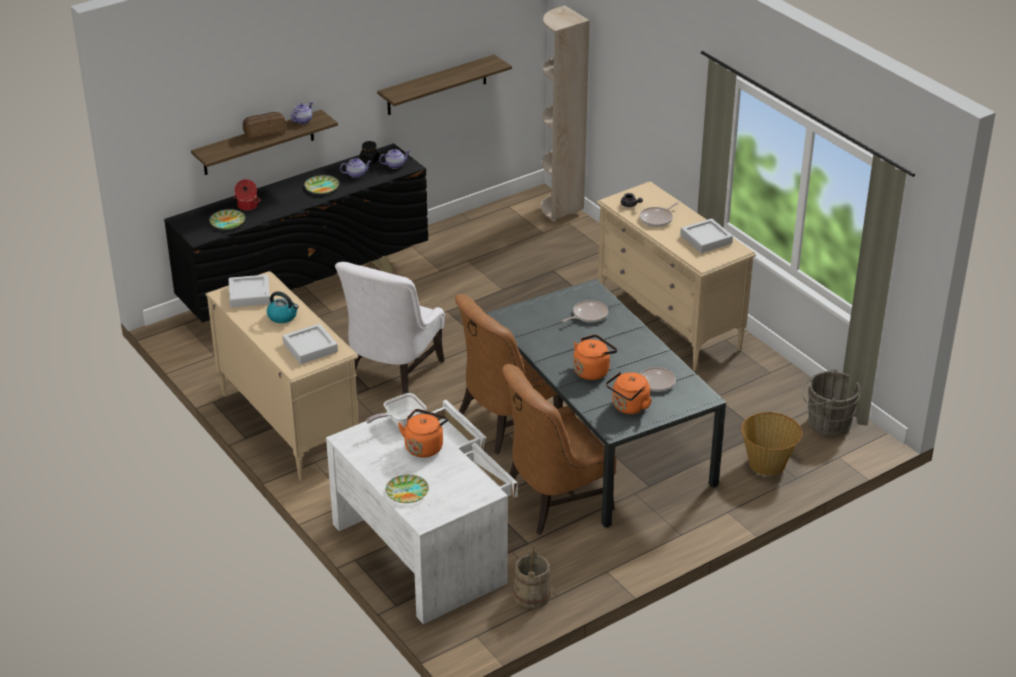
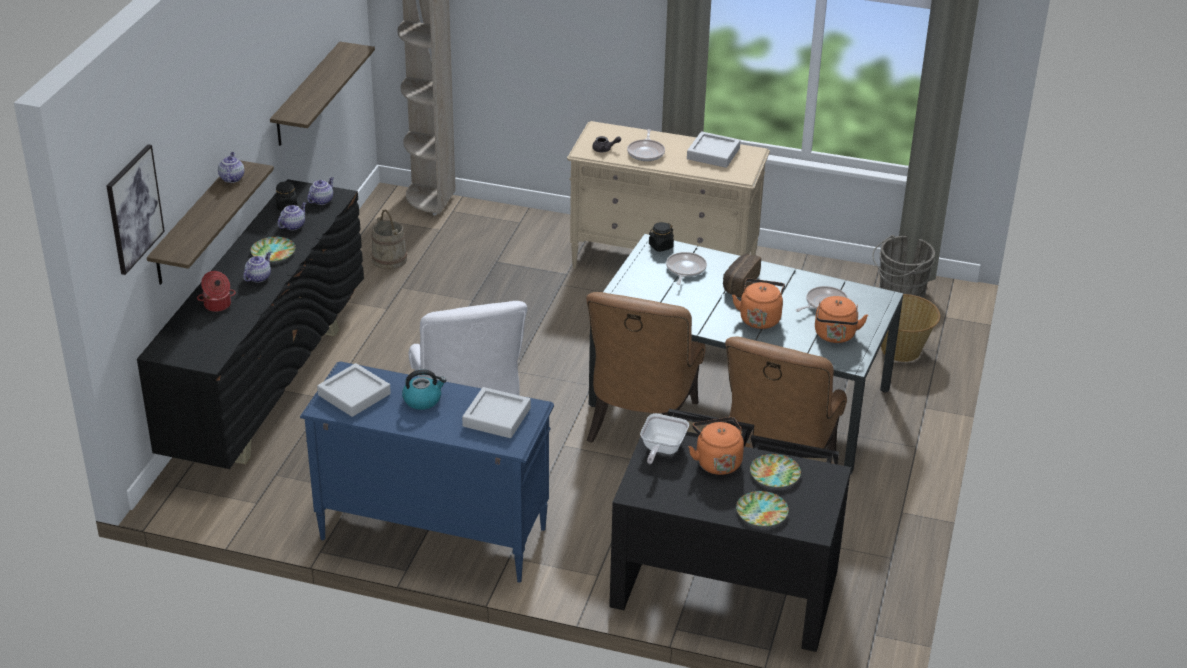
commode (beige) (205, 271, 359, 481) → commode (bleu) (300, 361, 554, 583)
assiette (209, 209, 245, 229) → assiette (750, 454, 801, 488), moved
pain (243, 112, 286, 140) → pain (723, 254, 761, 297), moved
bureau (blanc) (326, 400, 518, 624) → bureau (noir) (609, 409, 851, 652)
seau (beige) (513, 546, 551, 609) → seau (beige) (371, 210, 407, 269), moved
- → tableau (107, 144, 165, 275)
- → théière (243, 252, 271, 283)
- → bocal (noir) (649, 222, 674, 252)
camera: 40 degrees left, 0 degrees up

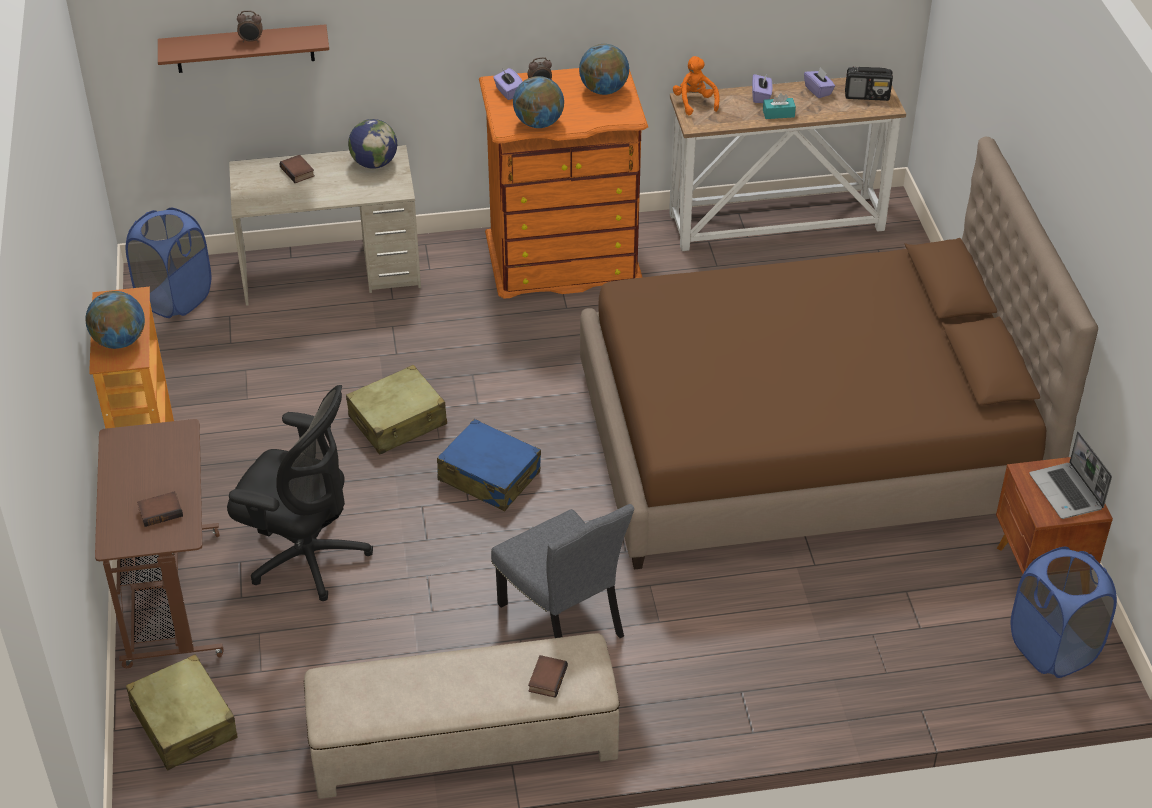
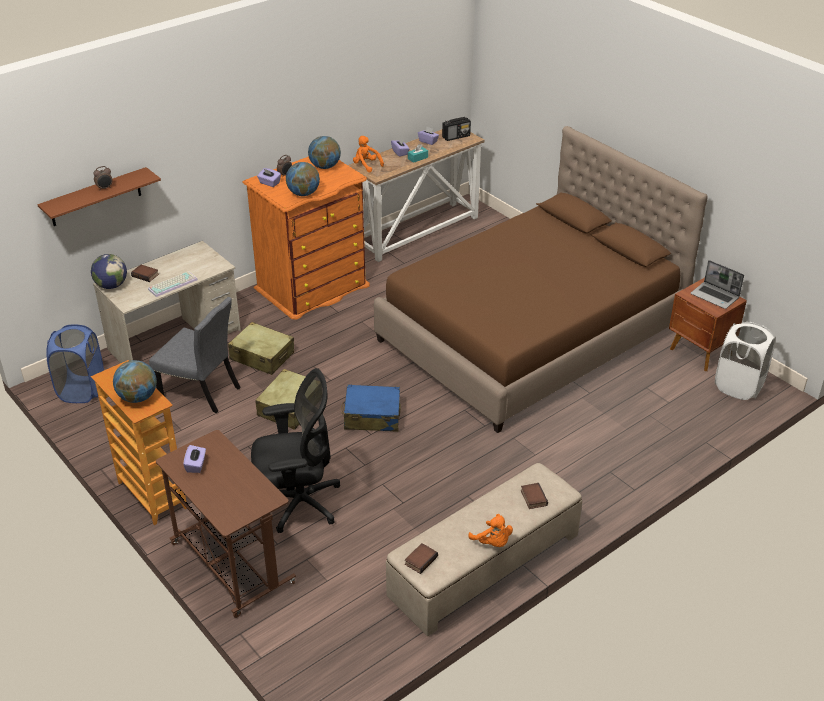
valise (beige) (126, 654, 238, 771) → valise (beige) (228, 322, 294, 375), moved
livre (137, 491, 183, 527) → livre (405, 543, 438, 574), moved
globe (348, 119, 397, 169) → globe (91, 254, 127, 289), moved
chaise (gris) (491, 504, 634, 638) → chaise (gris) (149, 297, 241, 413), moved
panier à linge (bleu) (1011, 547, 1117, 678) → panier à linge (blanc) (715, 322, 776, 400)
- → clavier (148, 271, 198, 297)
- → boîte à mouchoirs (violet) (183, 445, 206, 473)
- → peluche (orange) (468, 514, 513, 547)
camera: 30 degrees left, 5 degrees down

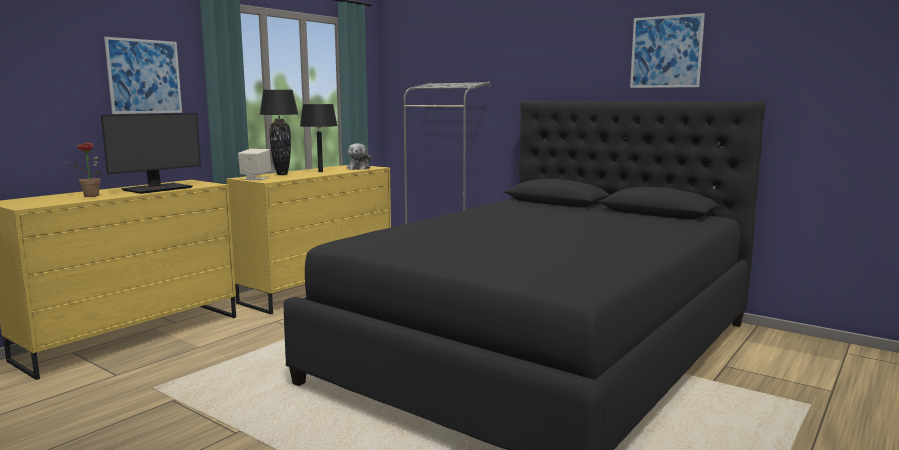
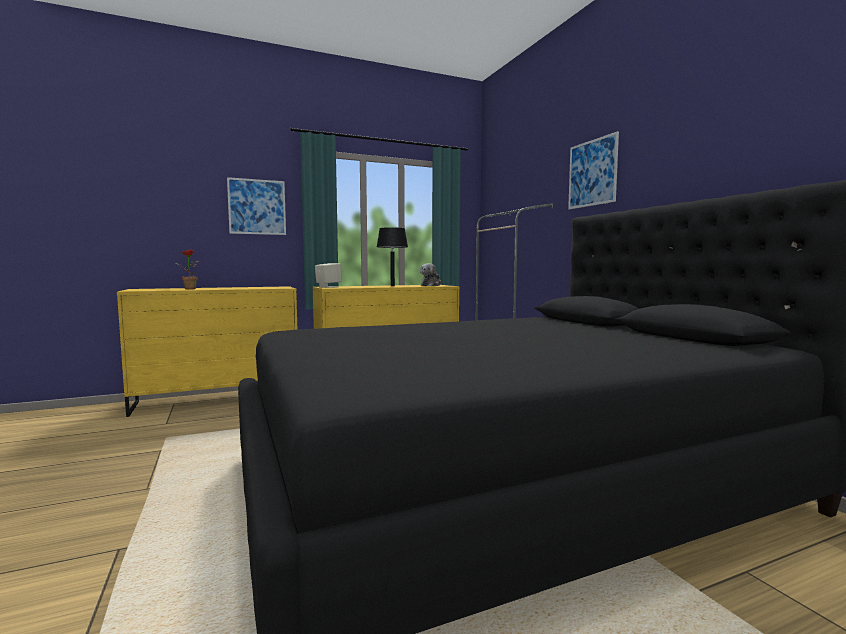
écran d'ordinateur (101, 113, 201, 194) → -
lampe de table (noir) (259, 90, 299, 175) → -
tableau (630, 13, 705, 88) → tableau (568, 131, 619, 209), moved
camera: 30 degrees right, 5 degrees down

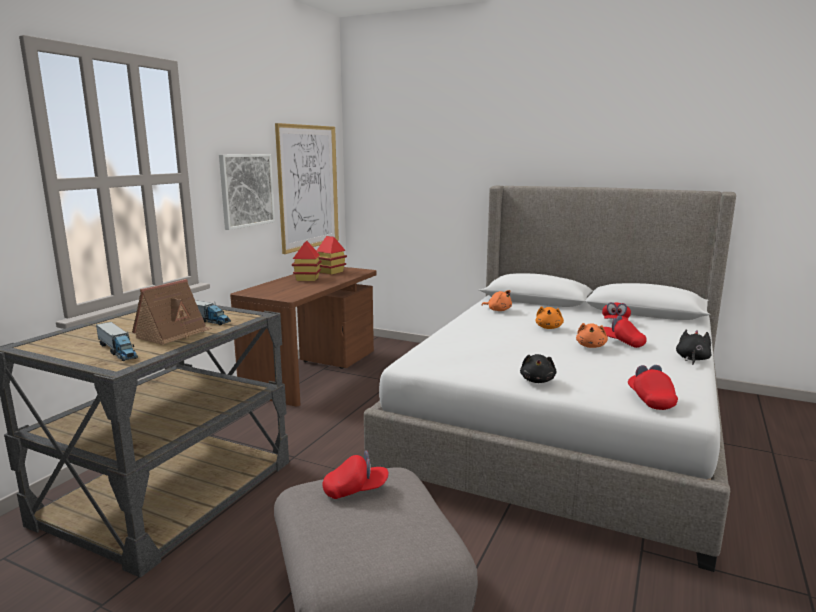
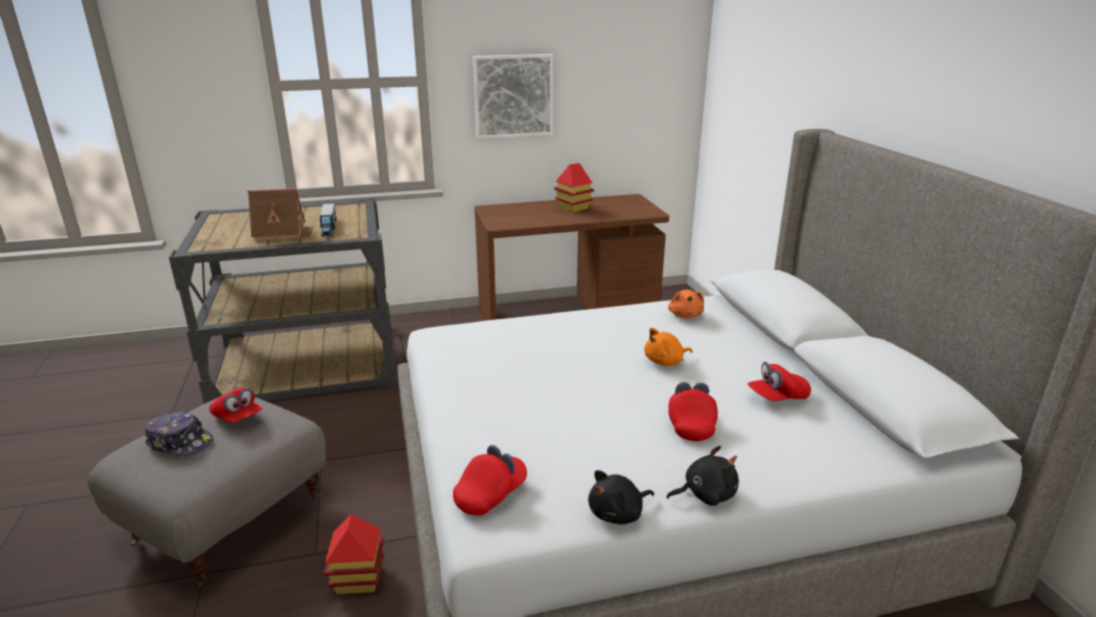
camion jouet (96, 322, 138, 361) → -
tableau (275, 123, 339, 254) → -
maison miniature (316, 236, 347, 275) → maison miniature (324, 514, 384, 594), moved
peluche (noir) (520, 354, 556, 383) → peluche (noir) (588, 470, 654, 524), moved
peluche (orange) (576, 323, 608, 348) → -
- → casquette (145, 412, 213, 456)
camera: 50 degrees right, 10 degrees up

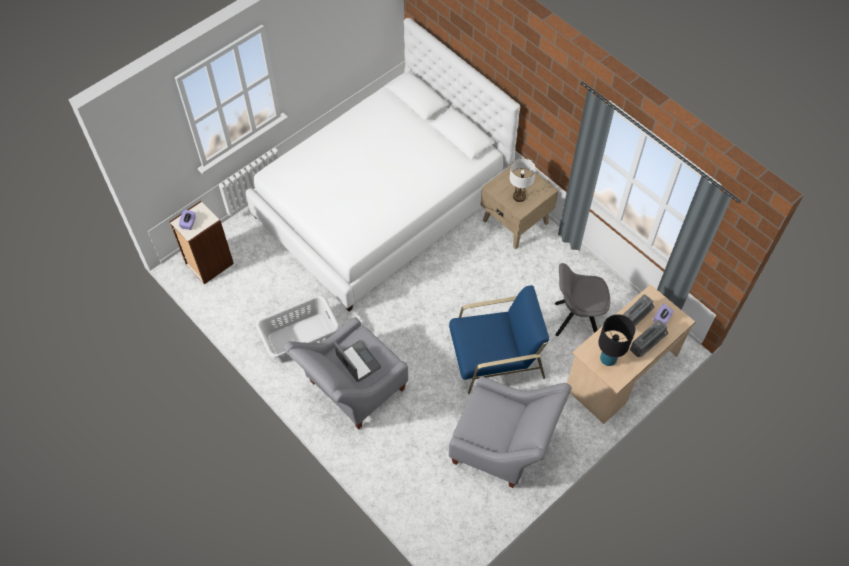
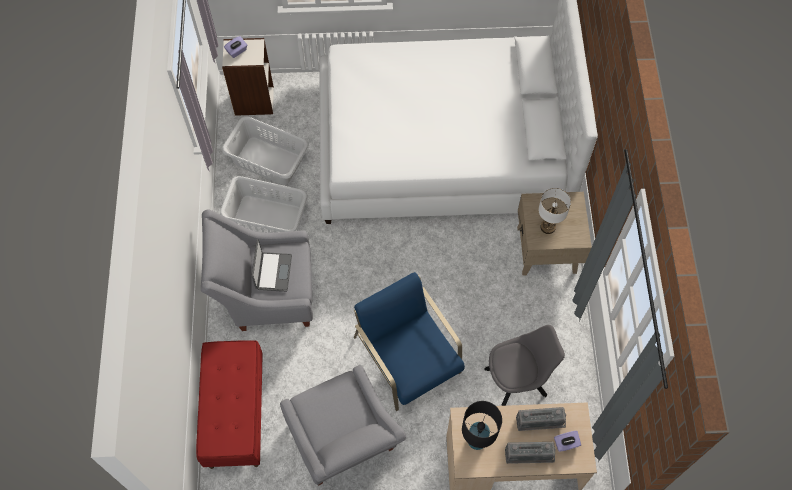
fauteuil (bleu) (449, 285, 549, 395) → fauteuil (bleu) (354, 272, 465, 411), 150 degrees counterclockwise
chaise (gris) (554, 263, 610, 337) → chaise (gris) (484, 325, 565, 406), 120 degrees clockwise
- → banc (rouge) (196, 340, 263, 469)
- → panier à linge (gris) (222, 117, 309, 185)
camera: 40 degrees right, 5 degrees up

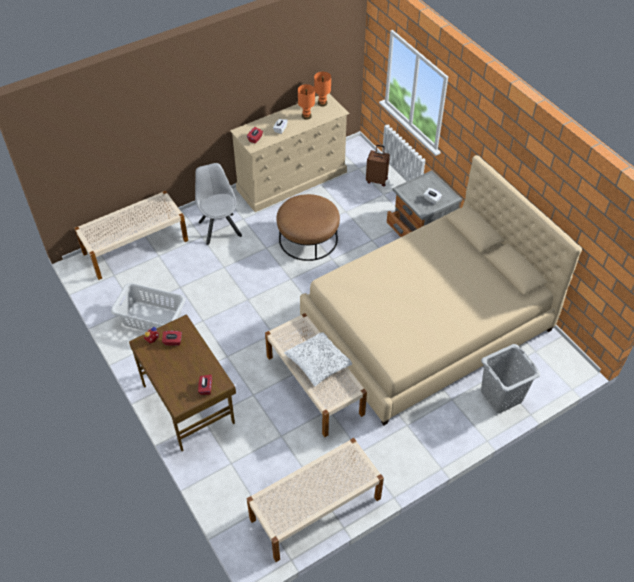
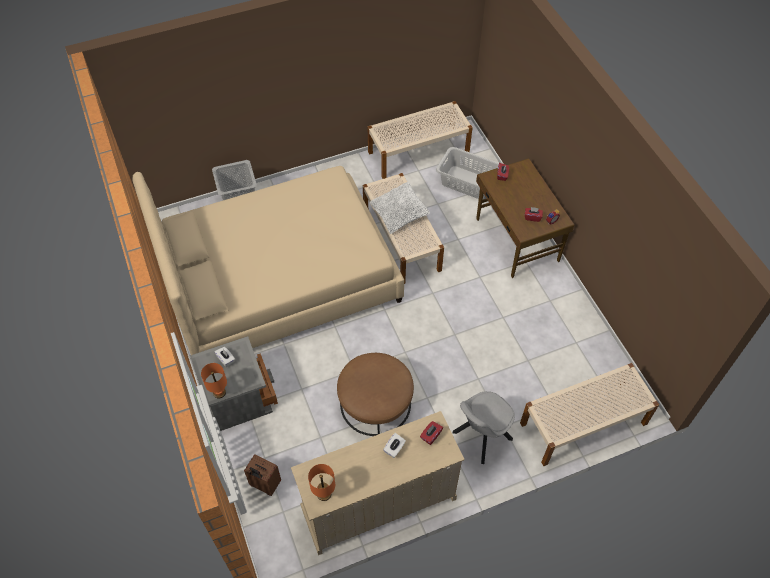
panier à linge (gris) (111, 283, 185, 332) → panier à linge (gris) (436, 147, 499, 199), moved
chaise (gris) (195, 163, 242, 245) → chaise (gris) (453, 391, 515, 464), 60 degrees clockwise
lampe de table (orange) (298, 84, 315, 120) → lampe de table (orange) (201, 363, 227, 398), moved
camera: 170 degrees left, 5 degrees up

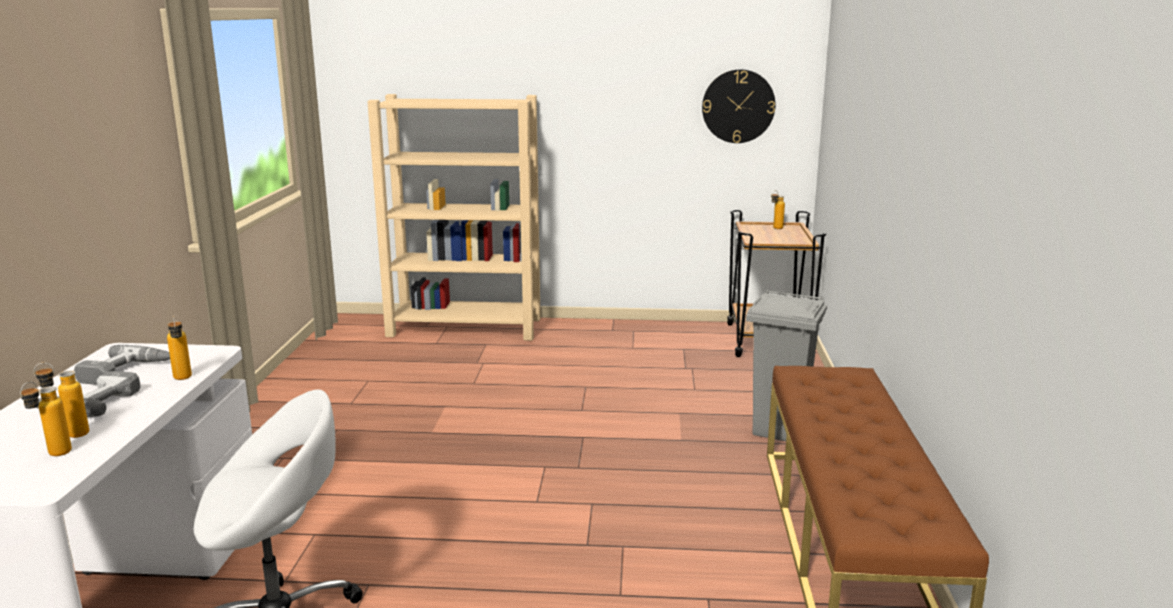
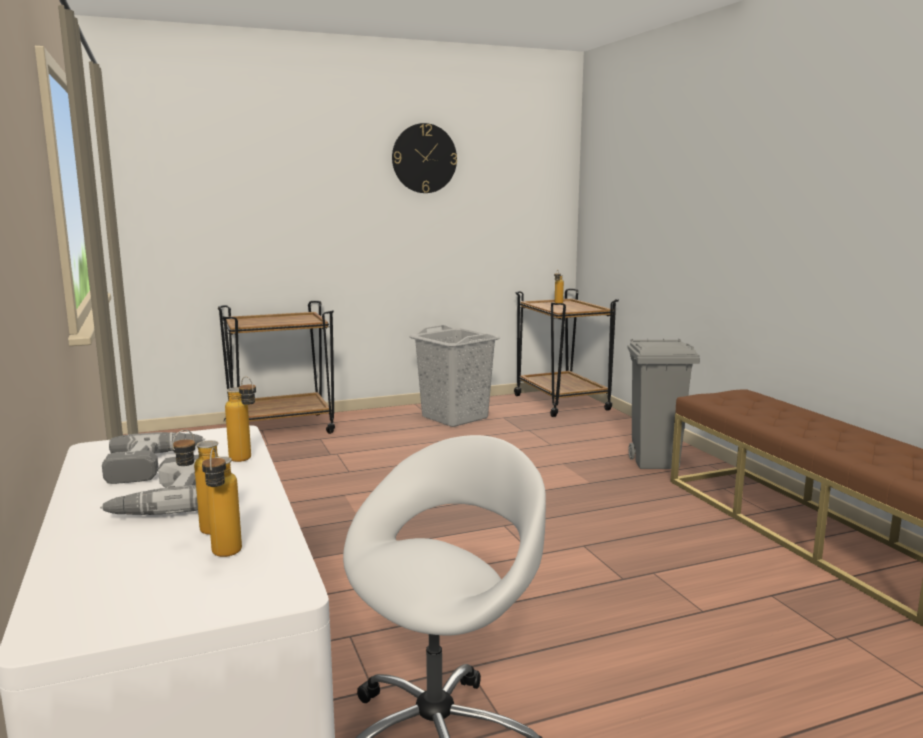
bibliothèque (beige) (367, 94, 540, 341) → chariot (marron) (218, 301, 335, 434)
horloge murale (702, 69, 775, 143) → horloge murale (392, 123, 457, 193), moved
- → panier à linge (gris) (409, 325, 501, 427)
camera: 25 degrees left, 5 degrees down

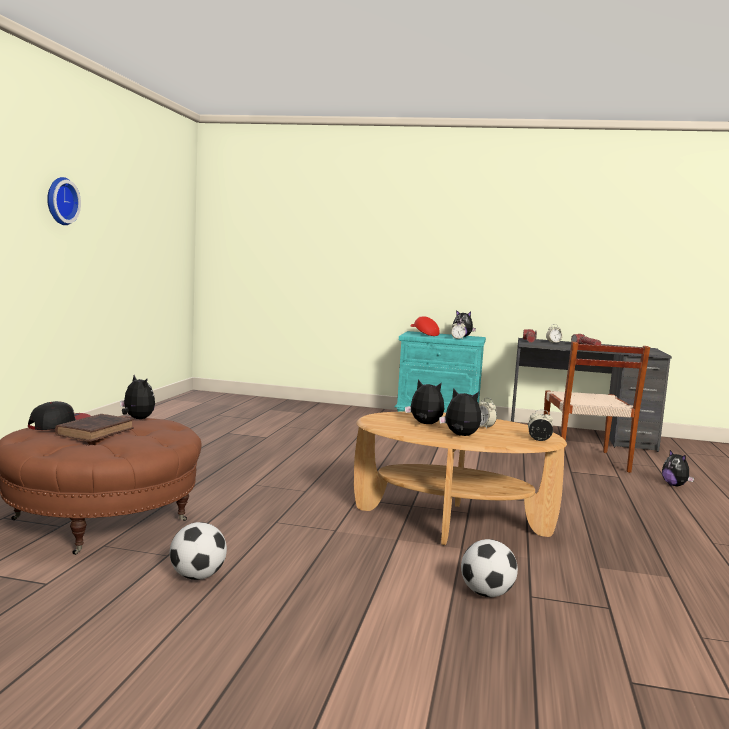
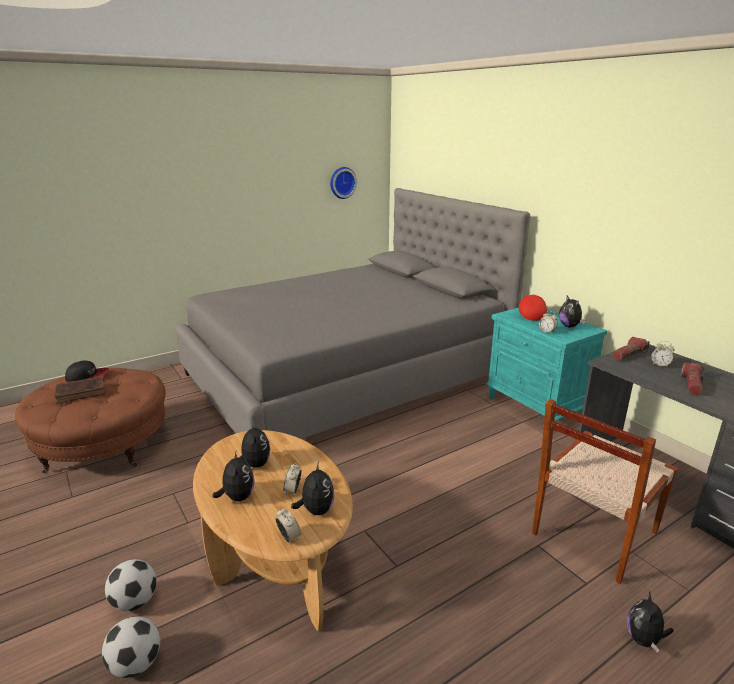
horloge murale (47, 177, 81, 225) → horloge murale (330, 167, 357, 199), moved
peluche (120, 375, 155, 419) → peluche (291, 462, 335, 515), moved
ballon de foot (170, 522, 227, 580) → ballon de foot (105, 559, 157, 611), moved
- → lit (gris) (176, 188, 530, 439)
camera: 45 degrees right, 15 degrees up

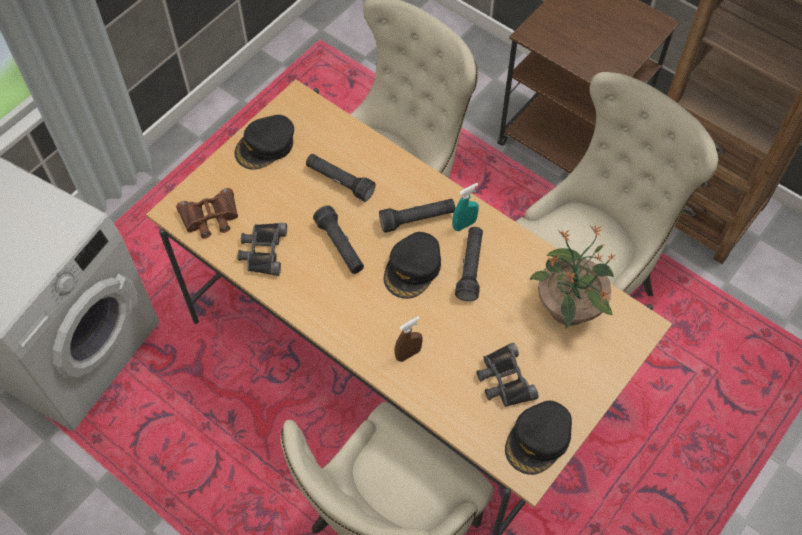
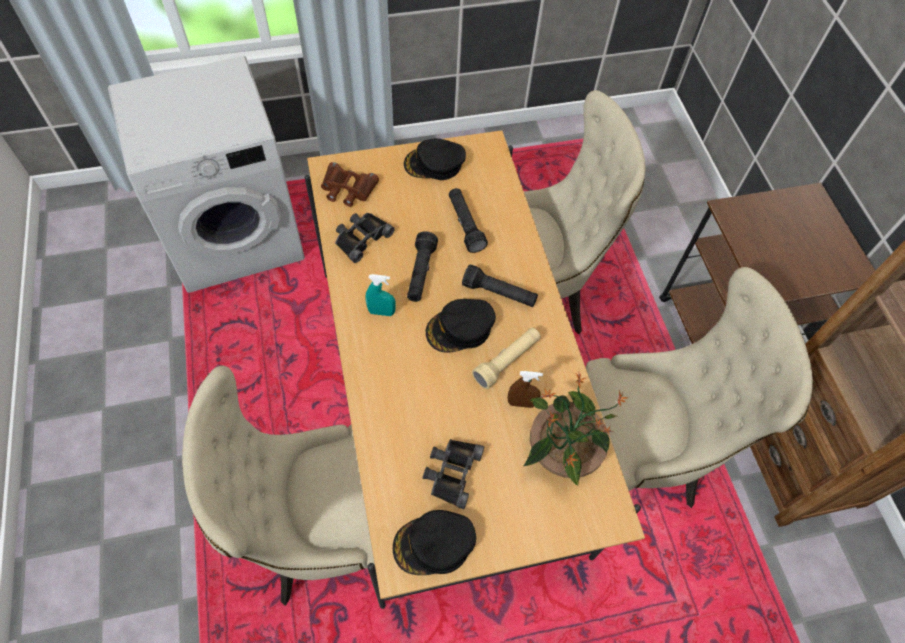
vaporisateur (marron) (395, 316, 423, 362) → vaporisateur (marron) (508, 371, 543, 408), moved
vaporisateur (turquoise) (453, 183, 479, 231) → vaporisateur (turquoise) (366, 274, 396, 316), moved
lampe de poche (noir) (455, 227, 483, 301) → lampe de poche (beige) (472, 328, 541, 389)
camera: 35 degrees right, 0 degrees up

